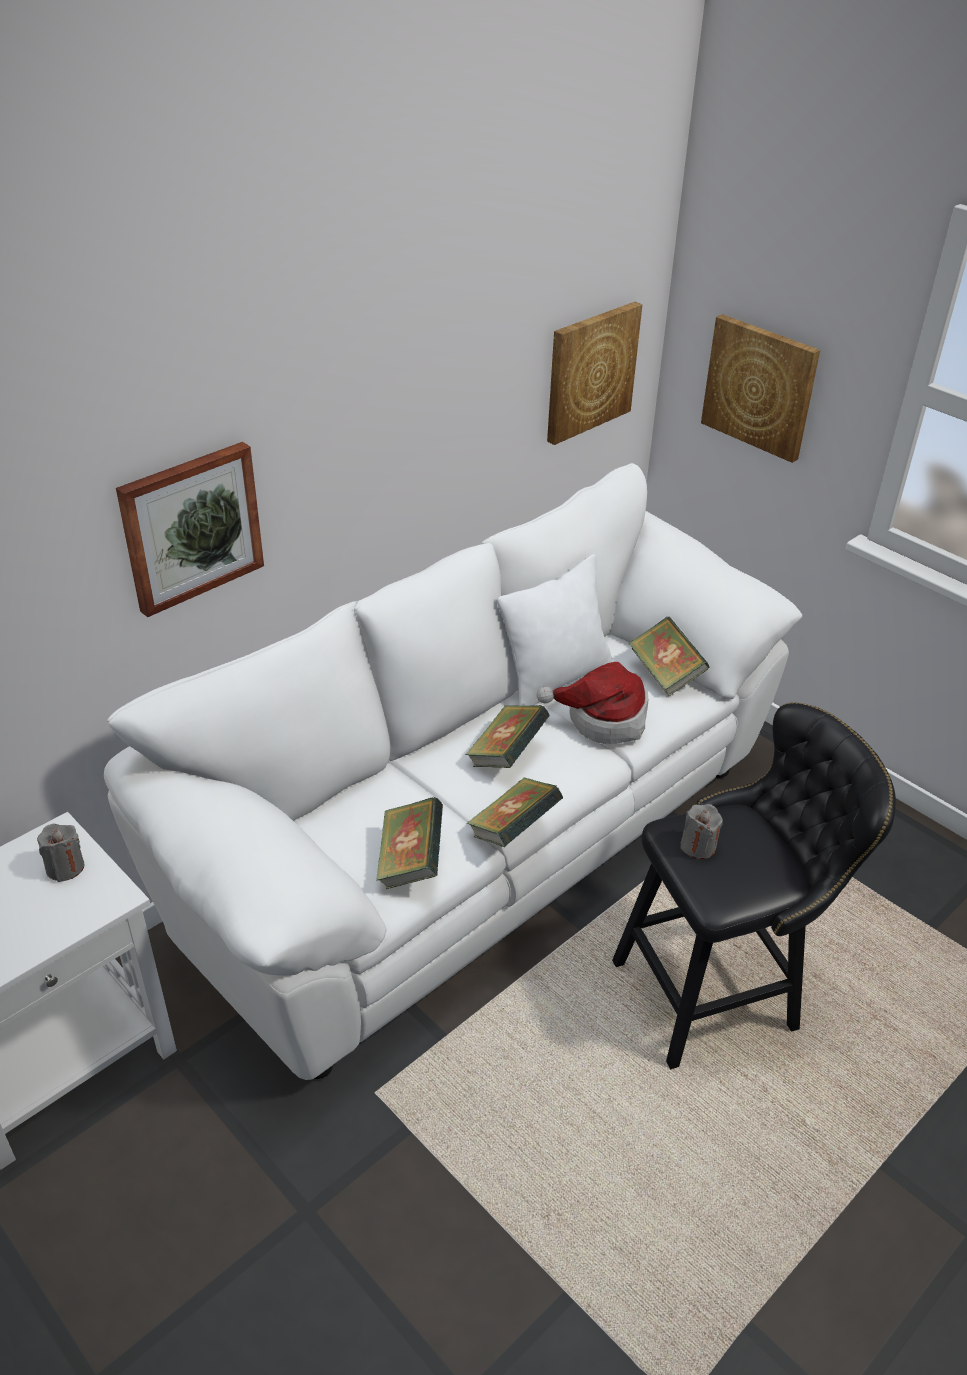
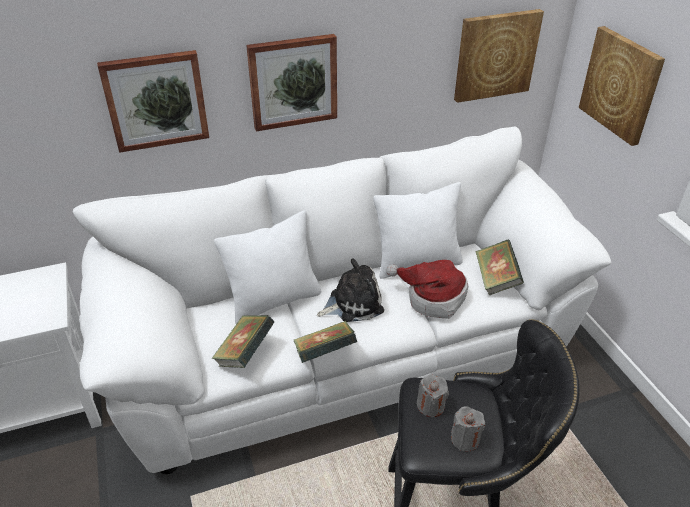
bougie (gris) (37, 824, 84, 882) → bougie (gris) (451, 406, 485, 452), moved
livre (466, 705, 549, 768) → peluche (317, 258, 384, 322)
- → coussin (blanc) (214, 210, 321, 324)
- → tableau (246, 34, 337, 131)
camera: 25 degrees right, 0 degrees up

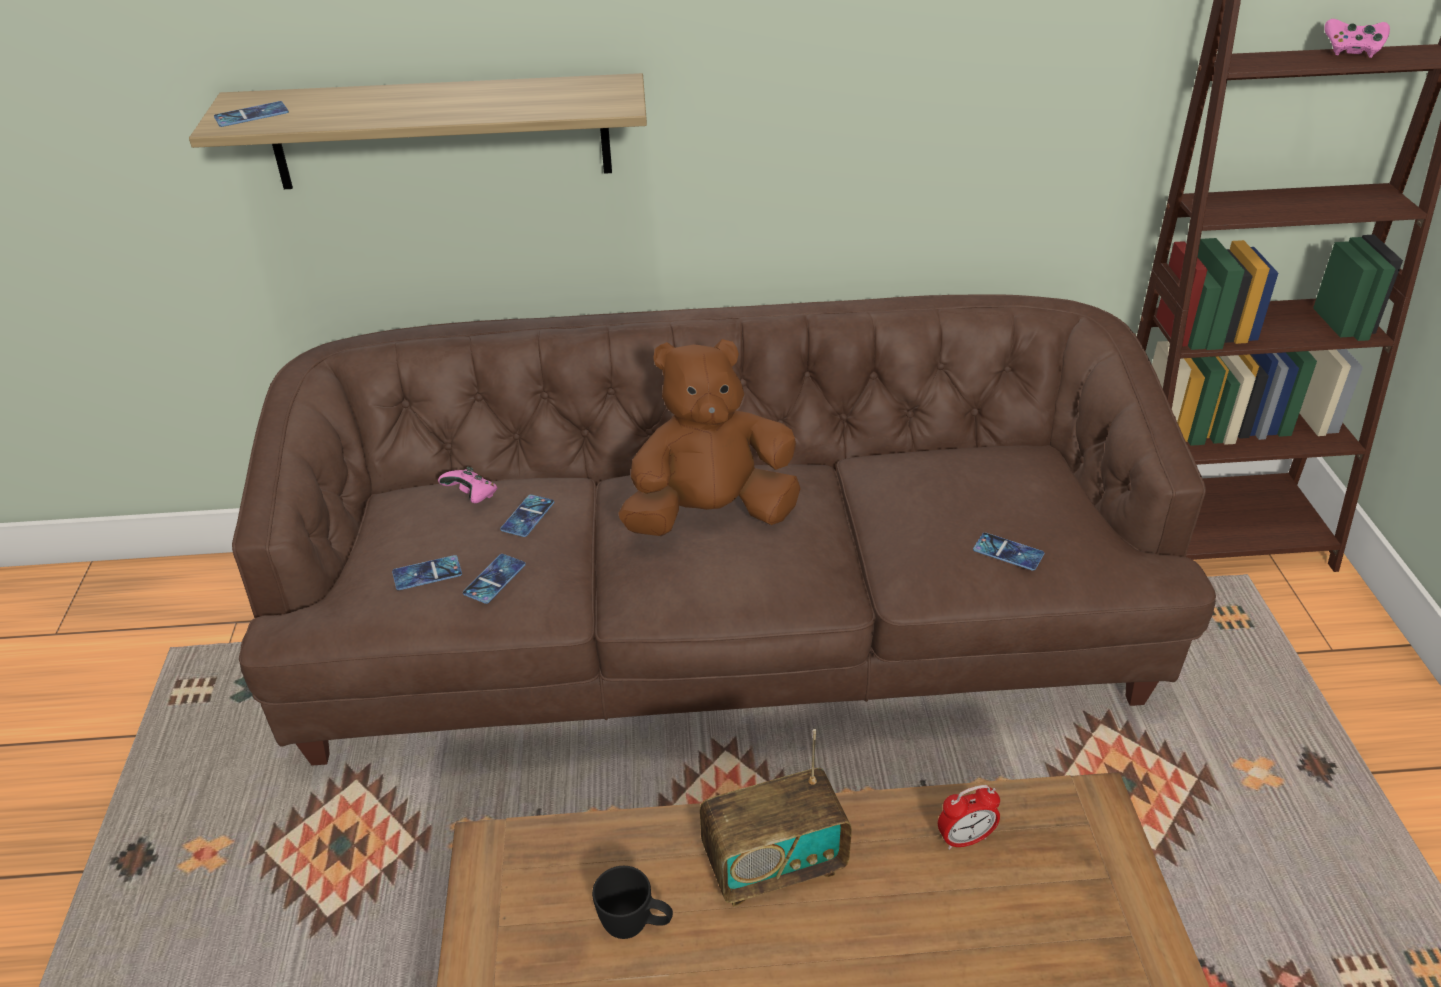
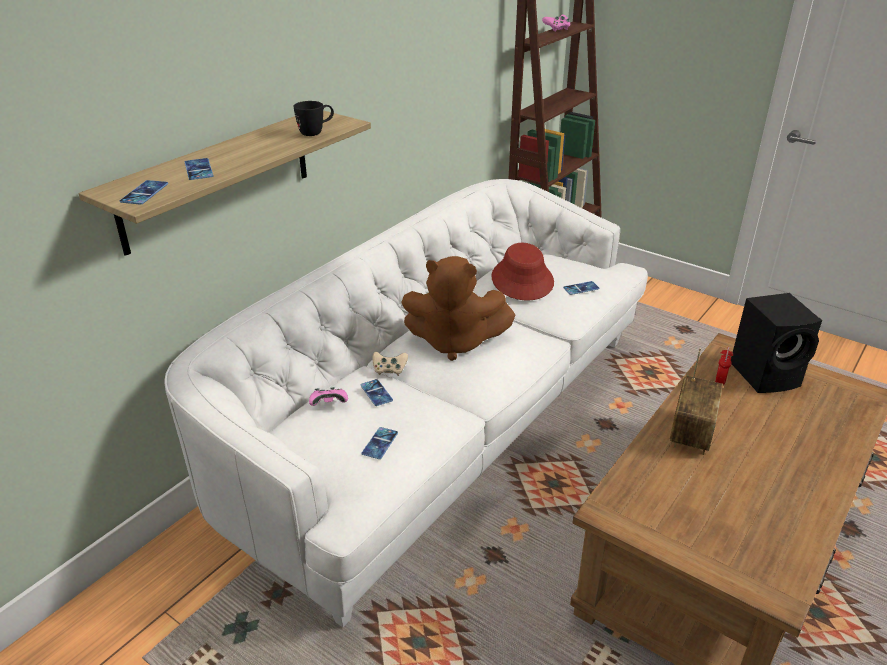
canapé (marron) (232, 295, 1216, 766) → canapé (blanc) (164, 179, 648, 627)
téléphone (463, 554, 526, 604) → téléphone (185, 158, 213, 180), moved
mug (noir) (592, 866, 673, 939) → mug (noir) (293, 101, 334, 136), moved
peluche (marron) (619, 339, 801, 536) → peluche (marron) (401, 256, 515, 361), 105 degrees counterclockwise
- → manette (beige) (372, 352, 408, 376)
- → chapeau (rouge) (491, 243, 554, 301)
- → enceinte (noir) (731, 293, 822, 393)
camera: 50 degrees left, 5 degrees down

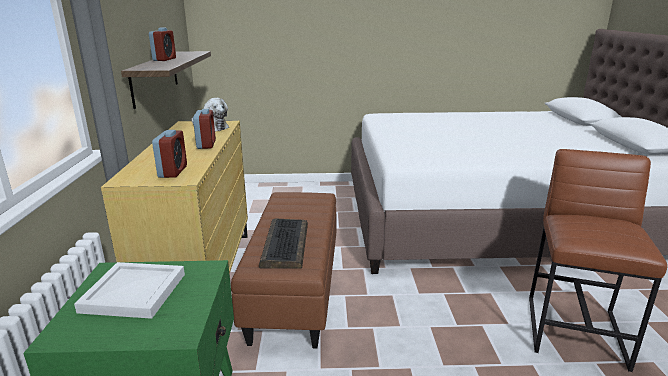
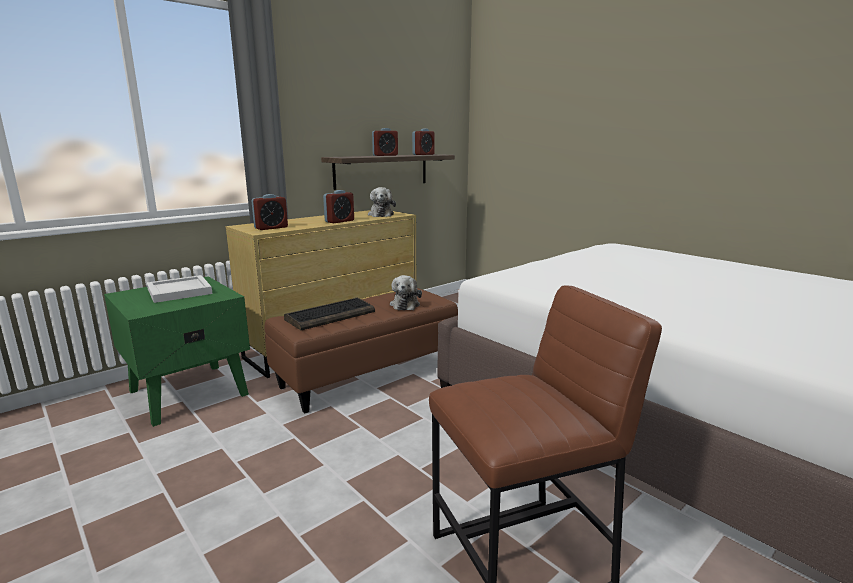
- → peluche (390, 275, 422, 310)
- → réveil (412, 129, 435, 155)
camera: 50 degrees right, 5 degrees down

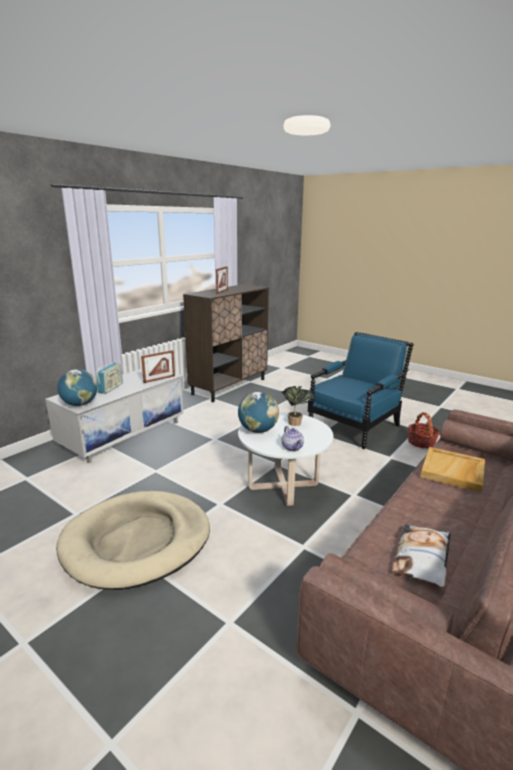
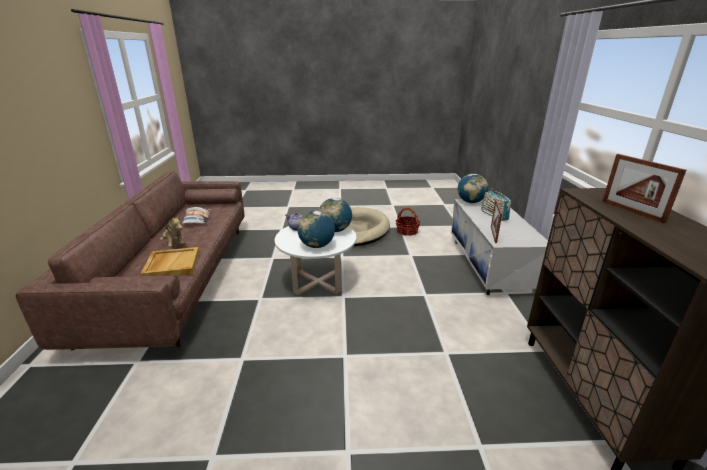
plante en pot (281, 386, 314, 426) → globe (297, 211, 335, 248)
fauteuil (bleu) (308, 332, 414, 449) → -
panier (407, 412, 440, 448) → panier (396, 208, 420, 236), moved
- → peluche (160, 216, 185, 247)
camera: 140 degrees right, 5 degrees up

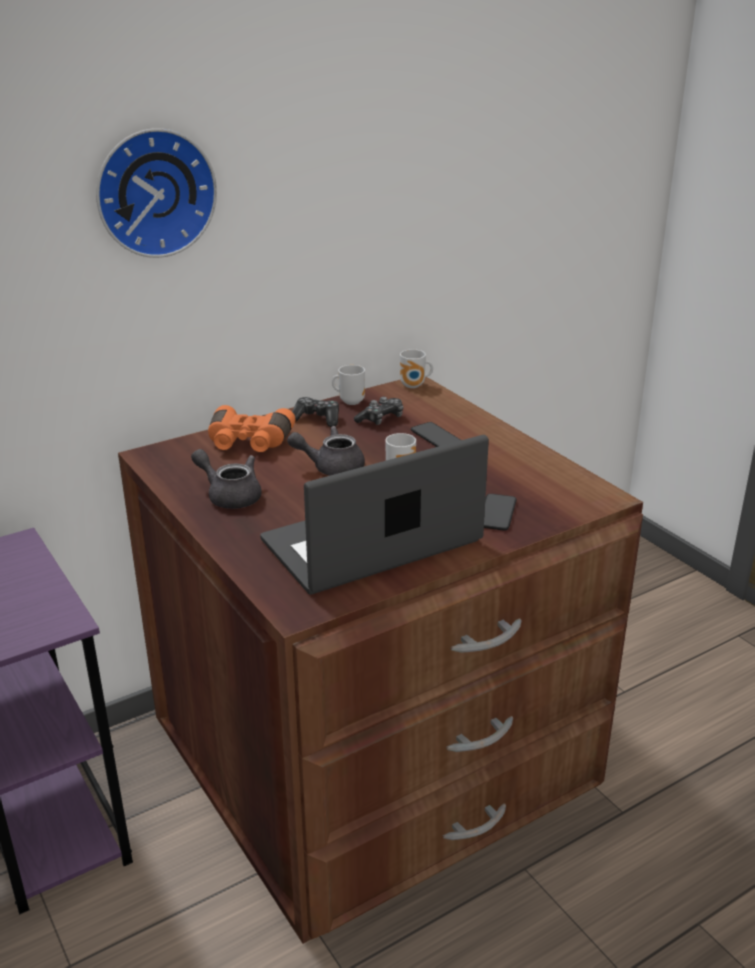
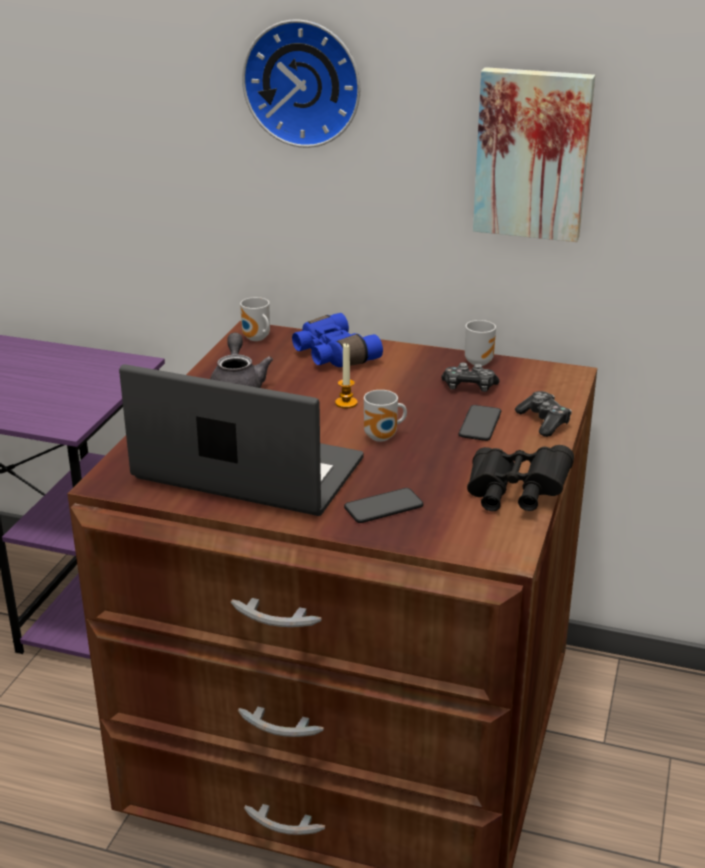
jumelles (orange) (208, 405, 295, 452) → jumelles (bleu) (292, 313, 383, 367)
théière (gris) (287, 426, 365, 476) → bougie (335, 343, 357, 408)
manette (292, 397, 339, 427) → manette (515, 391, 572, 437), moved
mug (400, 349, 433, 388) → mug (240, 297, 270, 341), moved
- → jumelles (noir) (467, 445, 574, 511)
- → tableau (473, 67, 595, 242)
camera: 50 degrees right, 0 degrees up

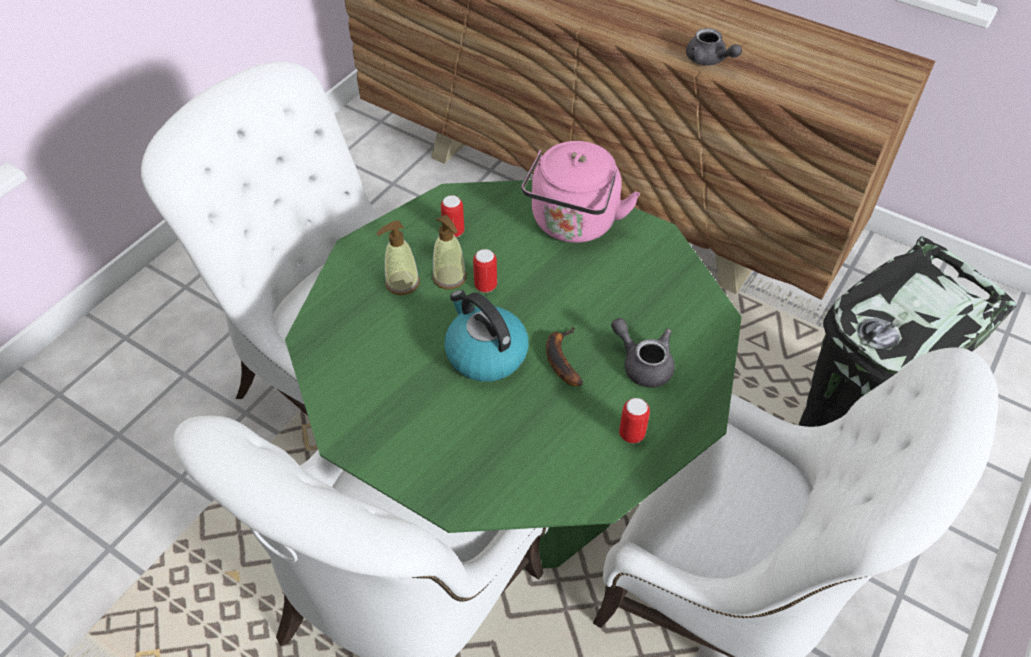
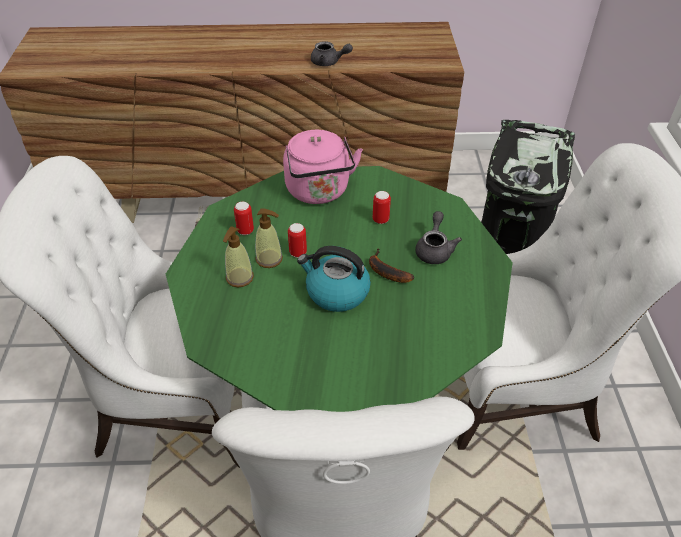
théière (gris) (611, 318, 675, 388) → théière (gris) (415, 211, 462, 264), 90 degrees clockwise
boîte métallique (619, 398, 650, 443) → boîte métallique (373, 191, 391, 224), moved
camera: 35 degrees left, 5 degrees down

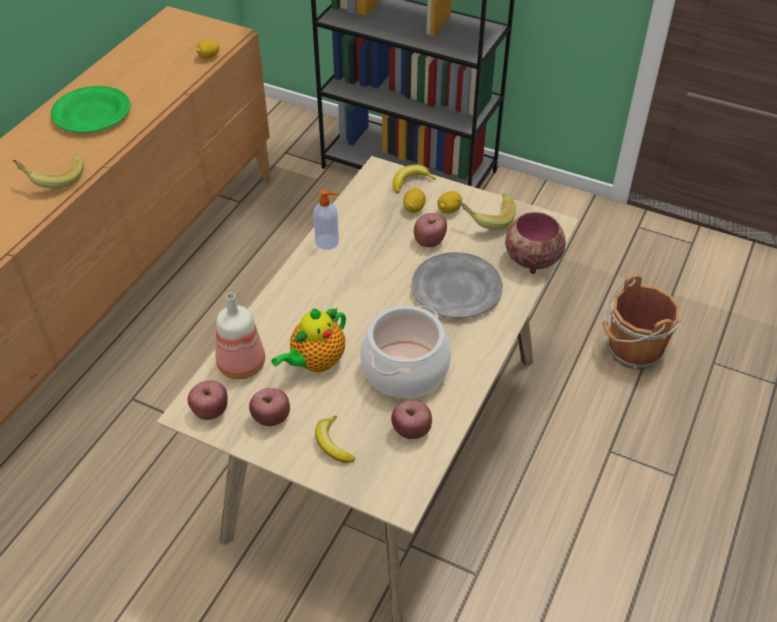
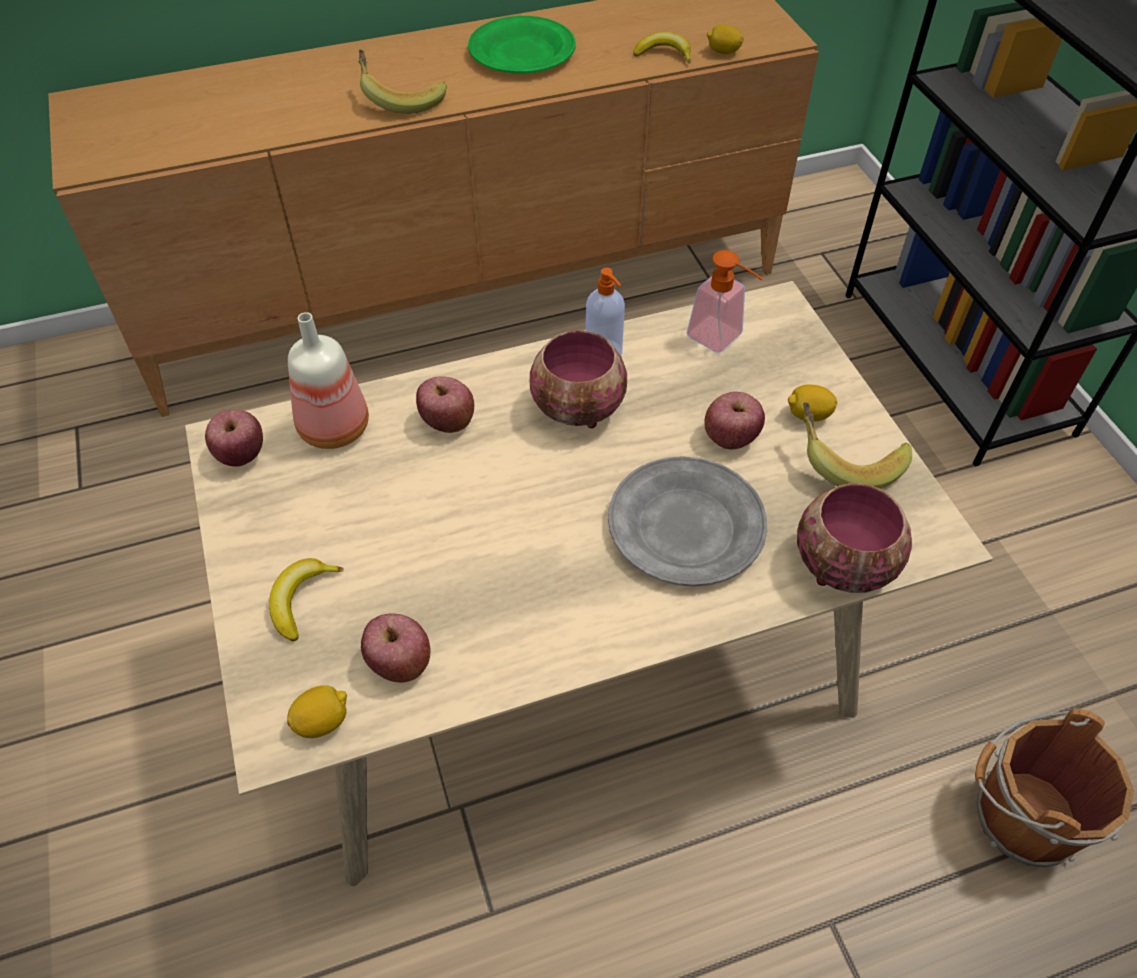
pomme (249, 388, 290, 426) → pomme (416, 377, 474, 433), moved
théière (271, 307, 346, 372) → -
marmite (360, 305, 451, 398) → -
banane (393, 165, 436, 193) → banane (633, 32, 691, 64), moved
citron (403, 188, 426, 213) → citron (287, 685, 347, 738), moved
- → bol (530, 330, 627, 428)
- → distributeur de savon (687, 250, 763, 353)
camera: 45 degrees right, 5 degrees up

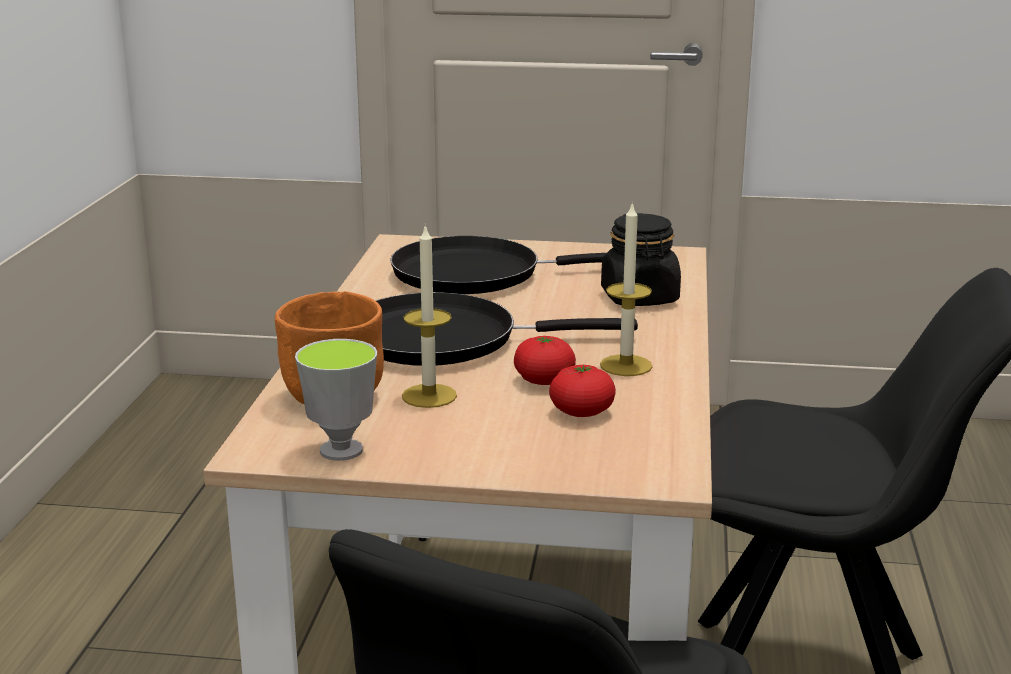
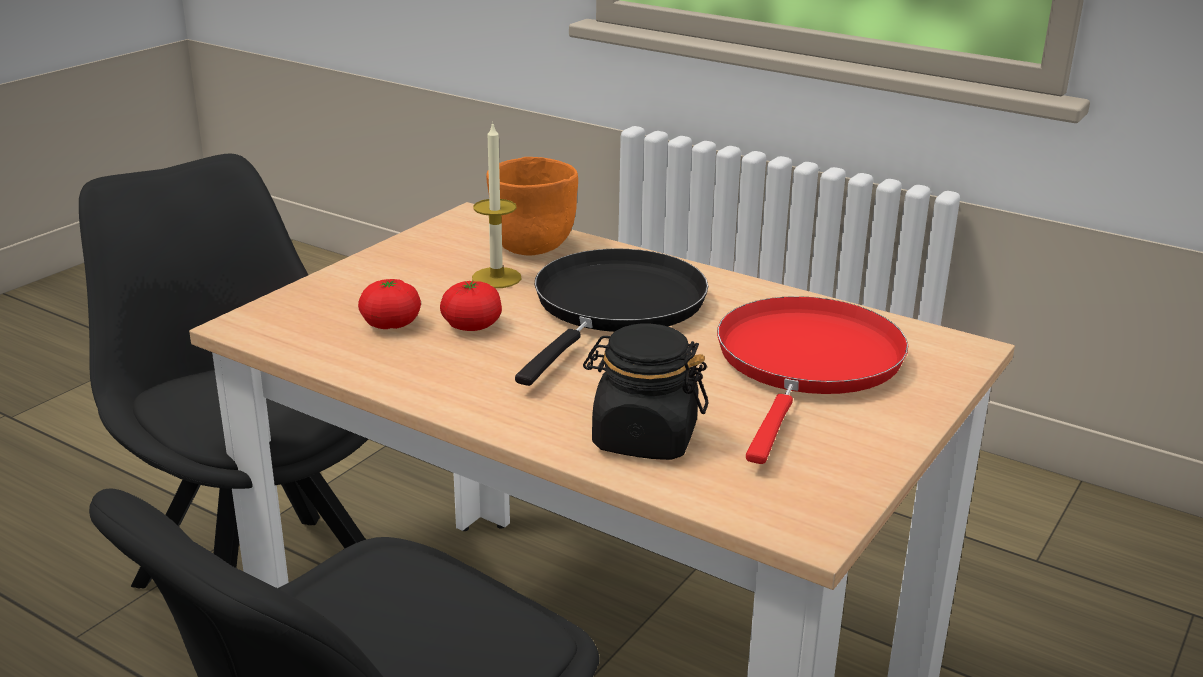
tasse (295, 339, 377, 461) → -
poêle (noir) (390, 236, 606, 294) → poêle (rouge) (717, 296, 908, 464)
bougie (600, 201, 652, 376) → -
camera: 115 degrees right, 5 degrees up

